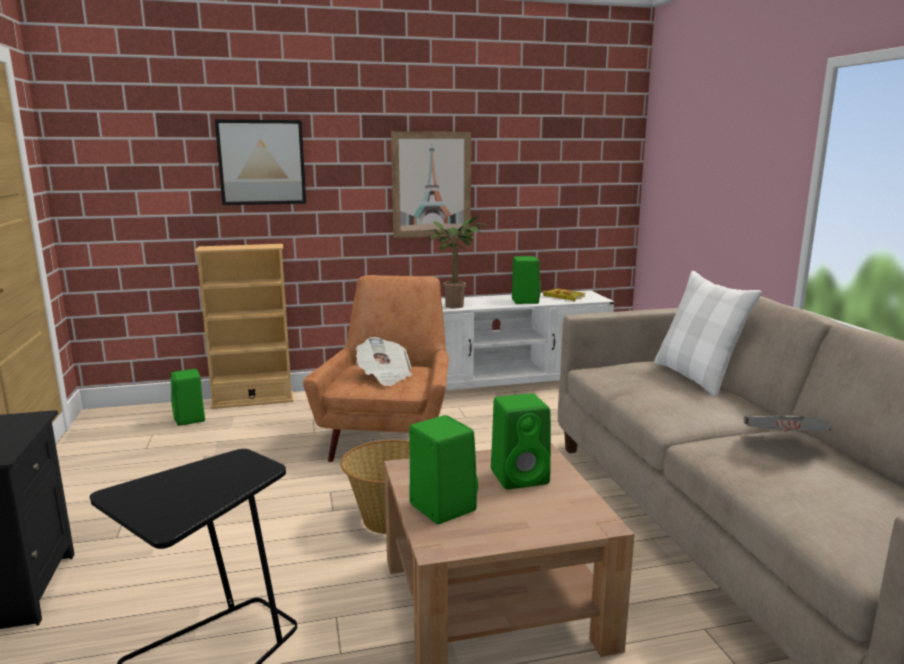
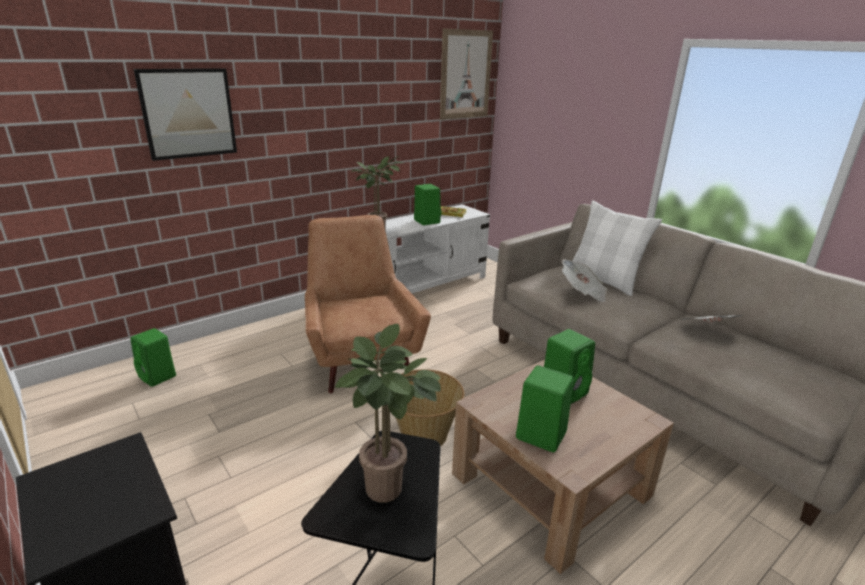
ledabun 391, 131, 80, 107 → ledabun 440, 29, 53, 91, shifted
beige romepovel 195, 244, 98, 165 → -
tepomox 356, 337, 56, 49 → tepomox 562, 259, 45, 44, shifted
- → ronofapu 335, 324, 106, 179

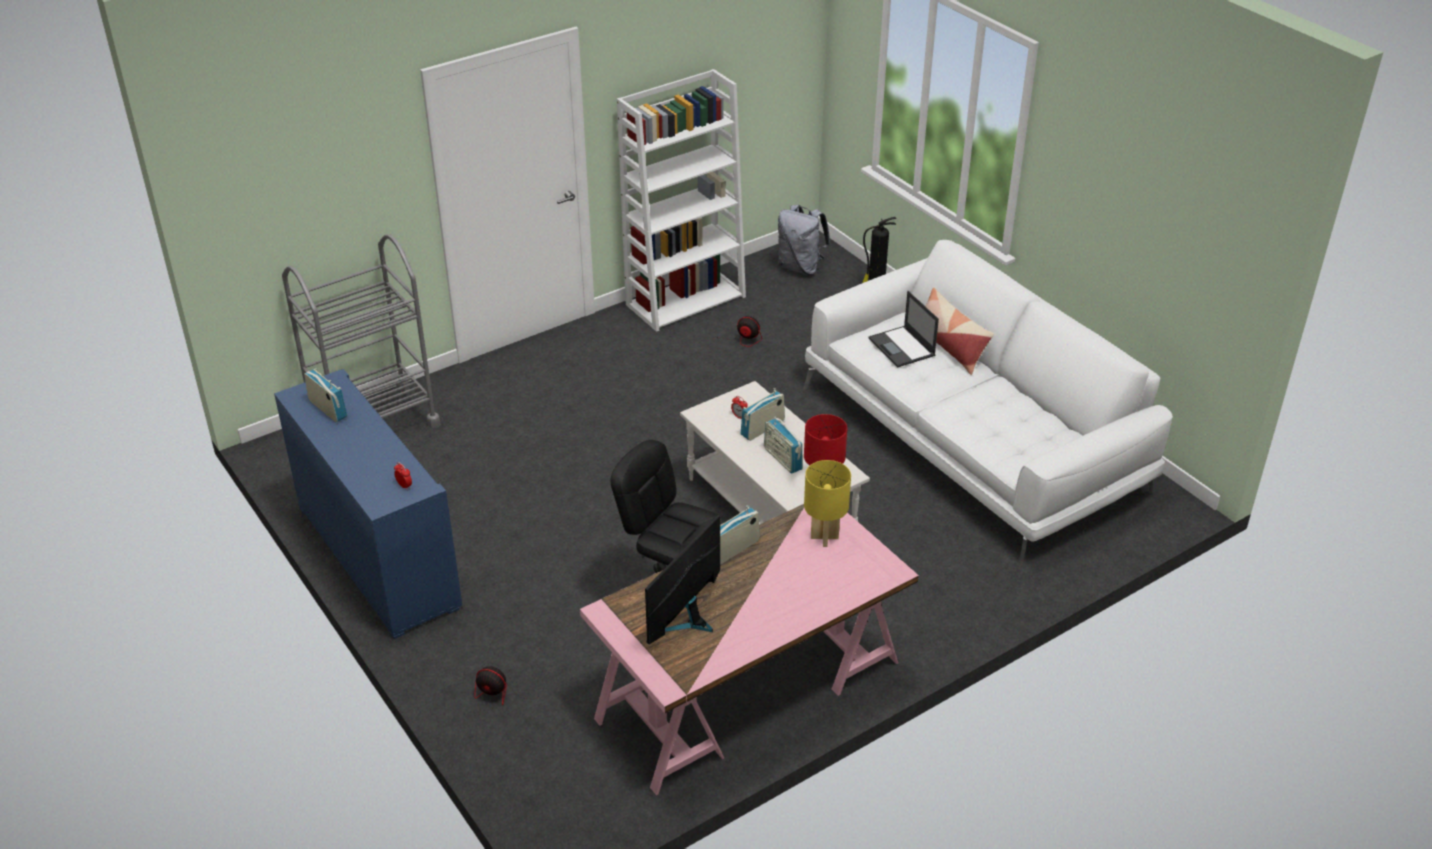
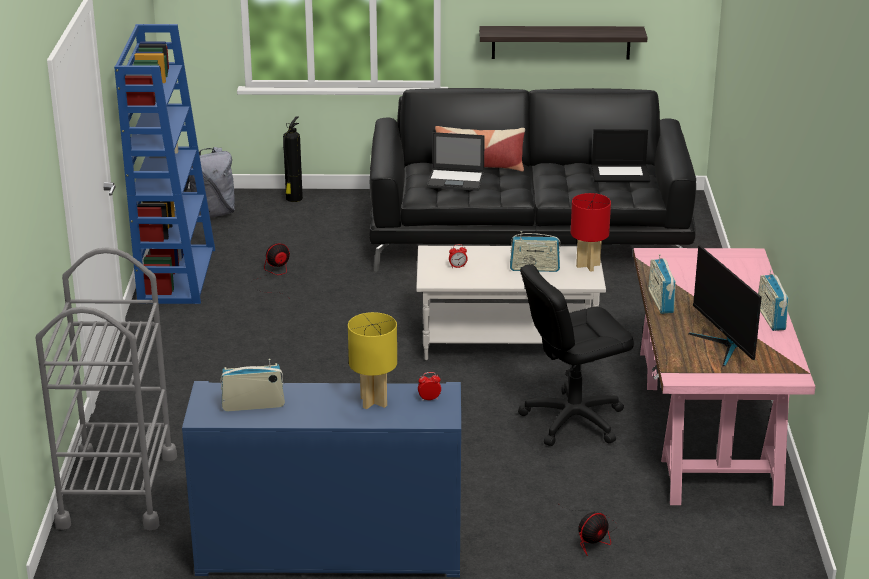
white romepovel 617, 69, 129, 263 → blue romepovel 114, 24, 101, 280
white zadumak 804, 240, 369, 323 → black zadumak 369, 88, 327, 184
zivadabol 741, 388, 44, 53 → zivadabol 758, 270, 31, 61, shifted
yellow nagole 804, 460, 47, 87 → yellow nagole 348, 312, 49, 97, shifted
- → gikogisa 479, 26, 168, 33
- → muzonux 592, 129, 58, 53

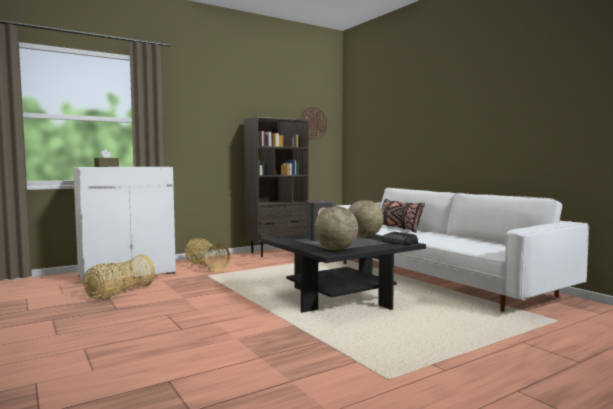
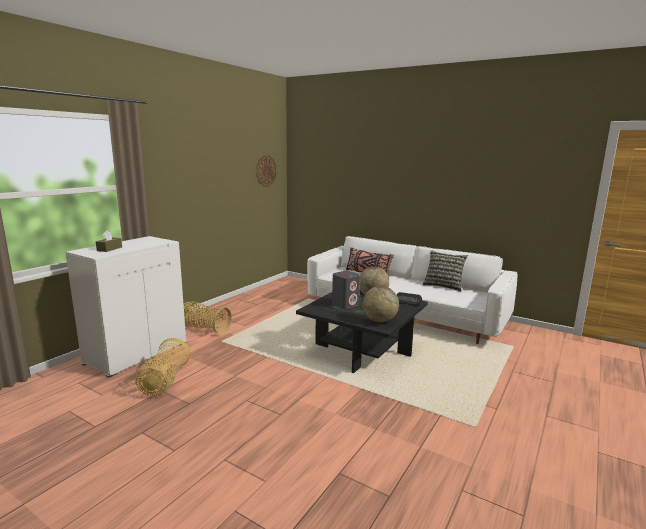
brown romepovel 244, 117, 64, 140 → -
- → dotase 423, 250, 45, 42

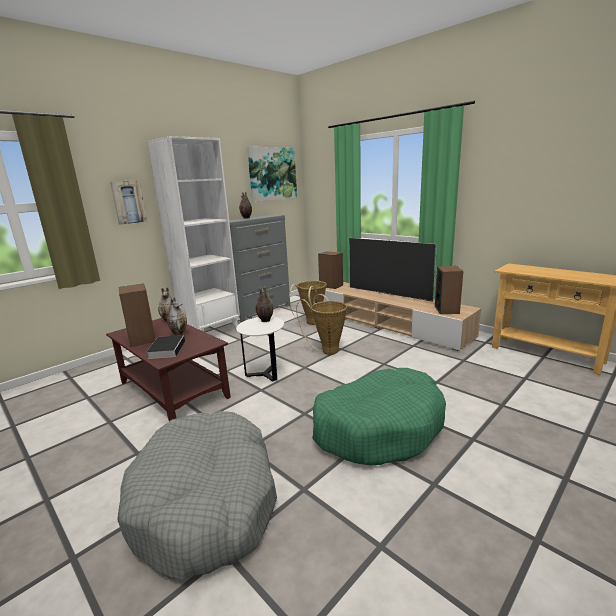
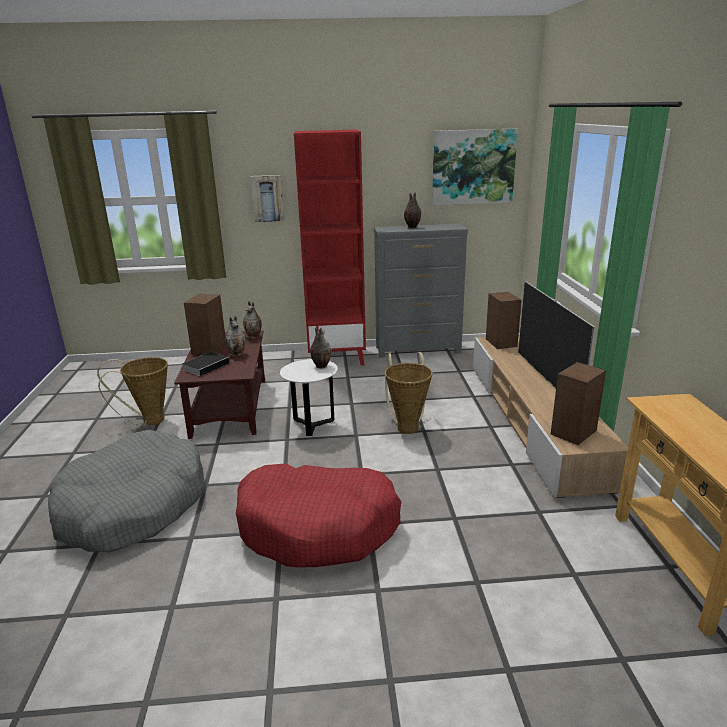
white romepovel 147, 136, 93, 196 → red romepovel 294, 129, 72, 237
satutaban 289, 281, 38, 44 → satutaban 97, 357, 71, 69, shifted
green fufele 312, 368, 134, 97 → red fufele 236, 464, 165, 103

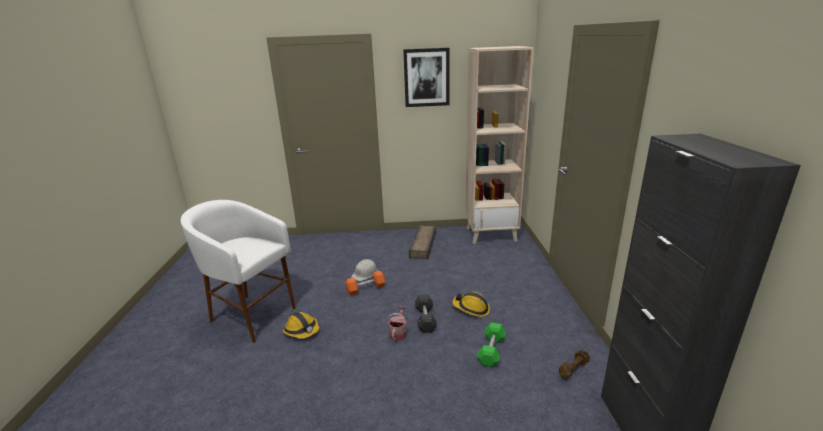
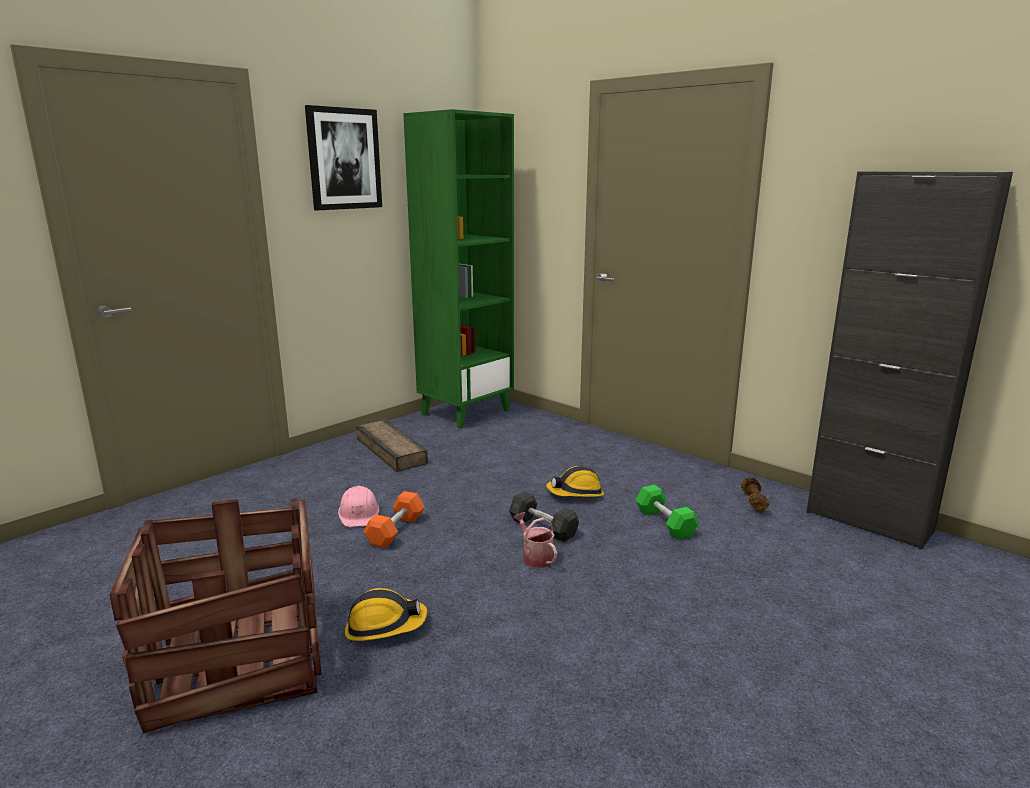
beige romepovel 466, 46, 68, 198 → green romepovel 403, 109, 111, 320
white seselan 181, 200, 114, 142 → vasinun 109, 498, 213, 236
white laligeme 351, 259, 27, 22 → pink laligeme 338, 486, 42, 41

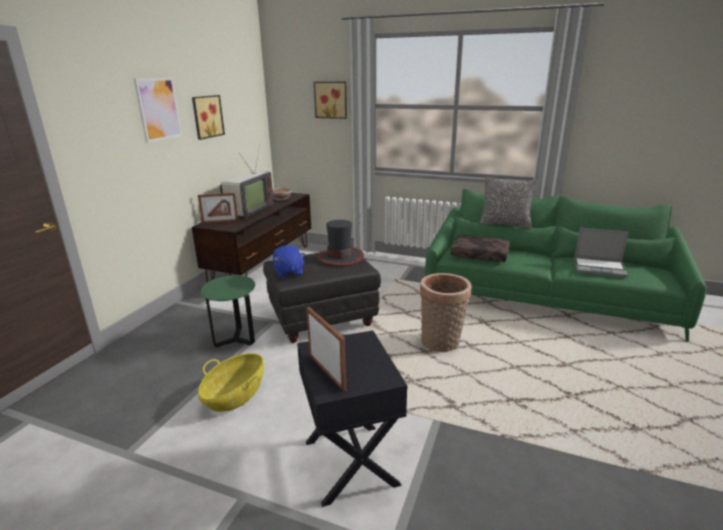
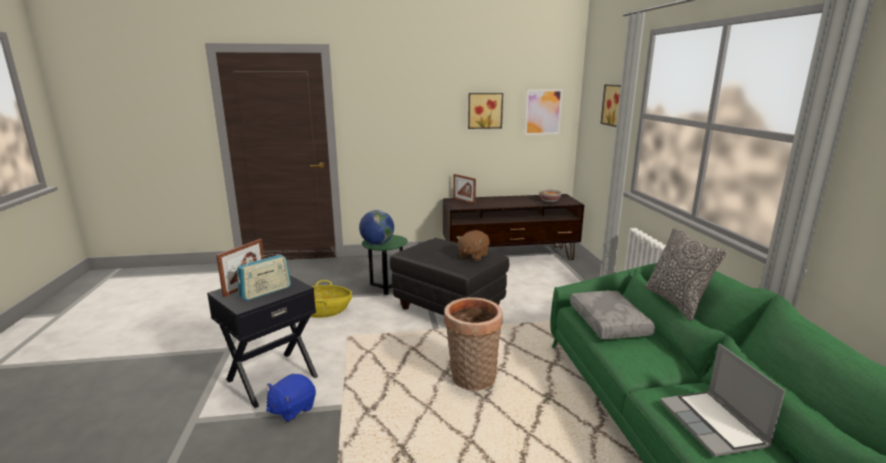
ledabun 134, 77, 48, 66 → ledabun 524, 89, 39, 46, shifted
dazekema 220, 145, 53, 74 → -
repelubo 316, 220, 48, 47 → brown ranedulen 456, 230, 34, 31
brown dotase 450, 235, 60, 27 → grey dotase 570, 290, 85, 49
blue ranedulen 273, 245, 32, 34 → blue ranedulen 266, 374, 50, 48, shifted
- → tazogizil 359, 210, 35, 35
- → zivadabol 237, 254, 54, 47

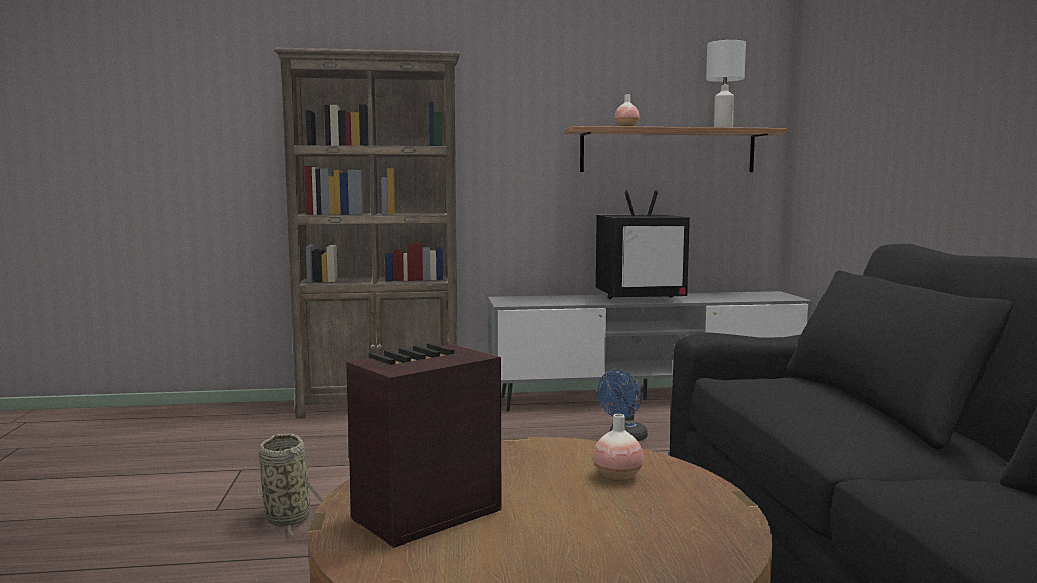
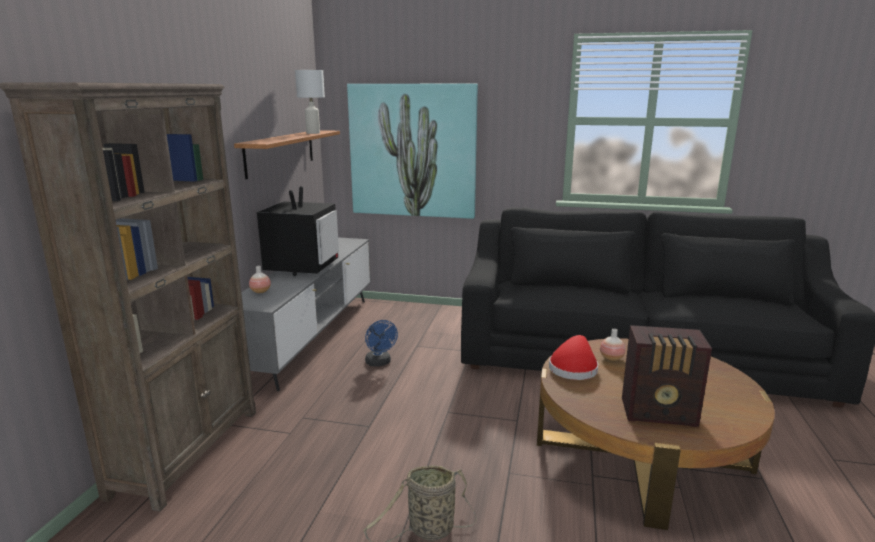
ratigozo 615, 95, 24, 32 → ratigozo 249, 266, 22, 27, shifted
zivadabol 346, 343, 155, 205 → zivadabol 622, 325, 90, 102, 60 degrees counterclockwise
- → ledabun 347, 84, 131, 135
- → red repelubo 549, 335, 49, 45

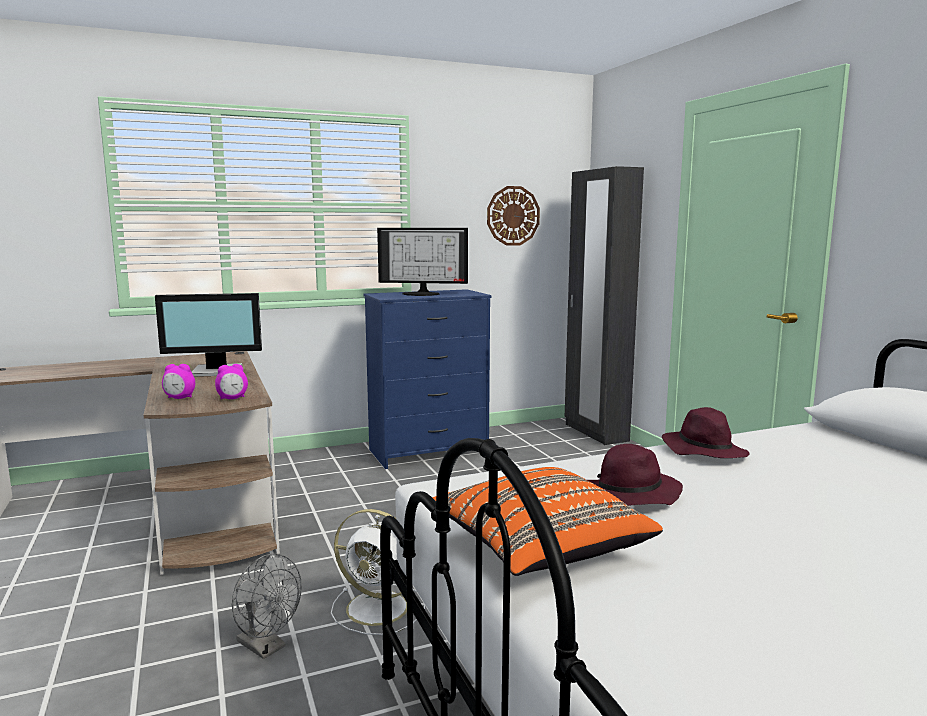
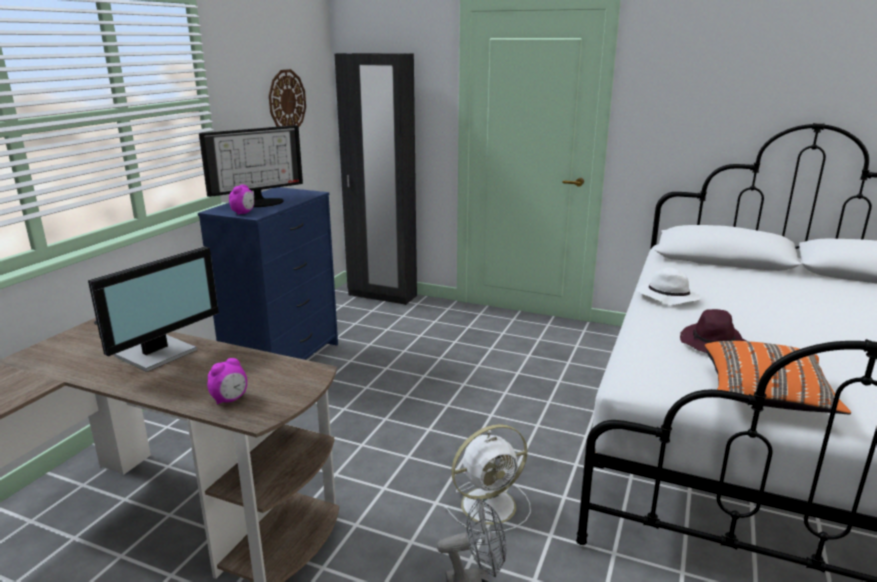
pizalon 215, 364, 33, 35 → pizalon 229, 184, 25, 31, shifted
purple repelubo 662, 407, 87, 51 → white repelubo 637, 268, 65, 37

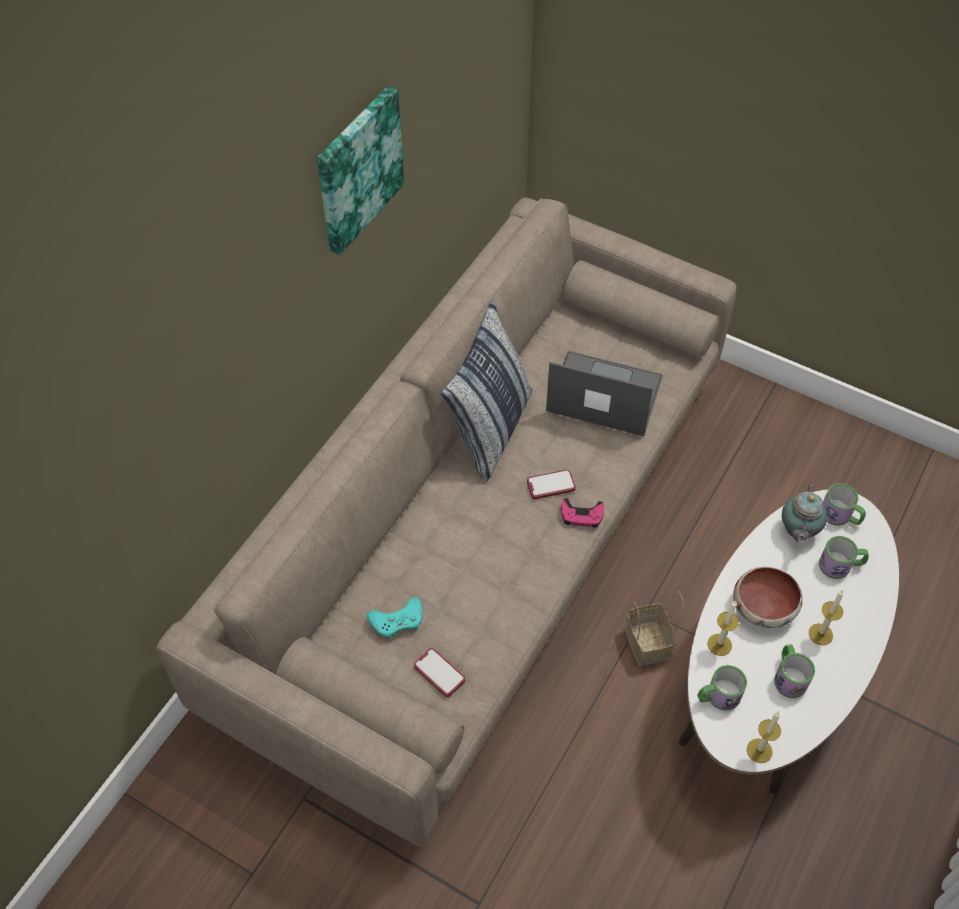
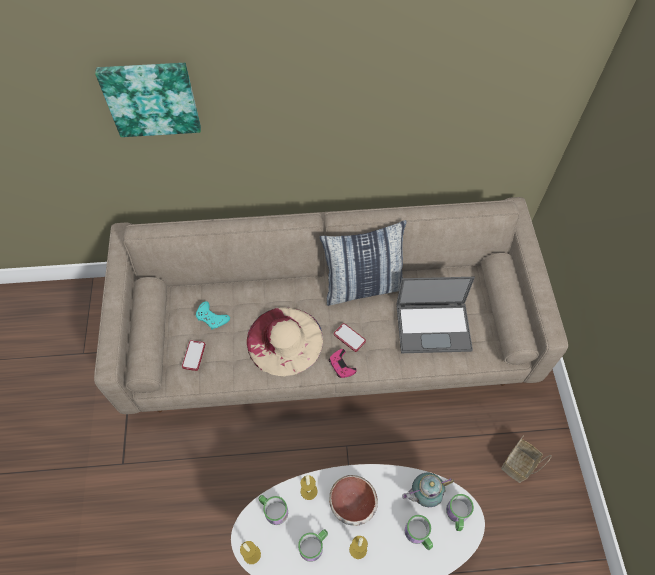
ledabun 317, 86, 87, 169 → ledabun 95, 63, 106, 74, shifted
muzonux 546, 351, 117, 85 → muzonux 396, 277, 79, 76, 105 degrees clockwise
satutaban 625, 591, 59, 75 → satutaban 501, 435, 51, 48, shifted
- → beige repelubo 247, 307, 76, 70

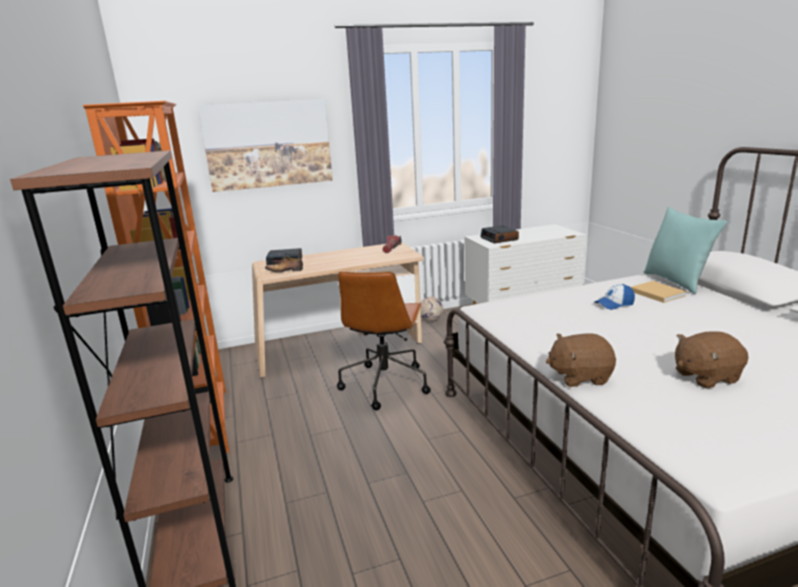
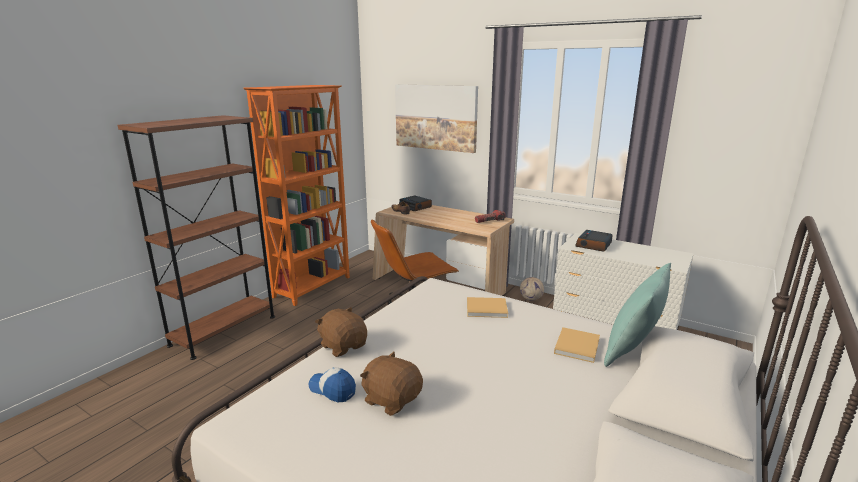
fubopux 595, 284, 40, 26 → fubopux 309, 367, 47, 35, shifted
- → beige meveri 467, 297, 41, 21

